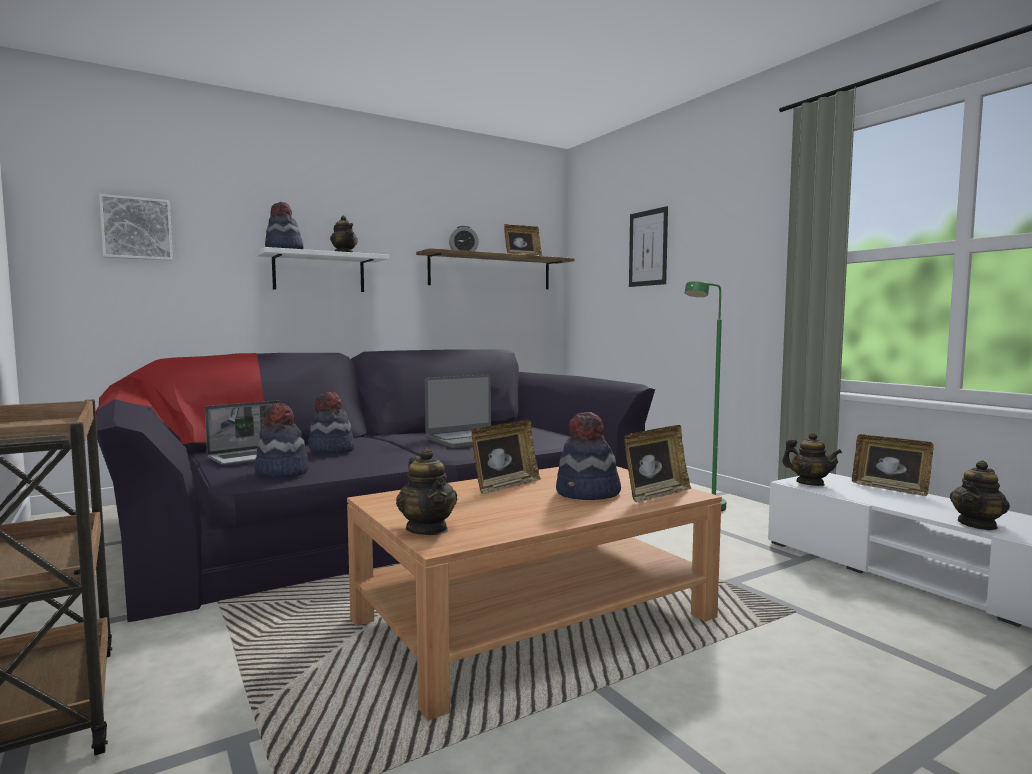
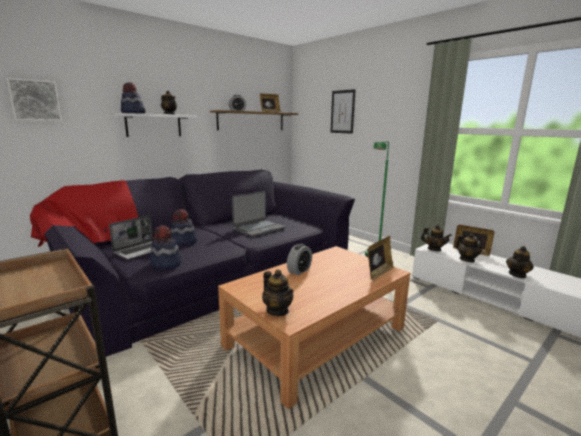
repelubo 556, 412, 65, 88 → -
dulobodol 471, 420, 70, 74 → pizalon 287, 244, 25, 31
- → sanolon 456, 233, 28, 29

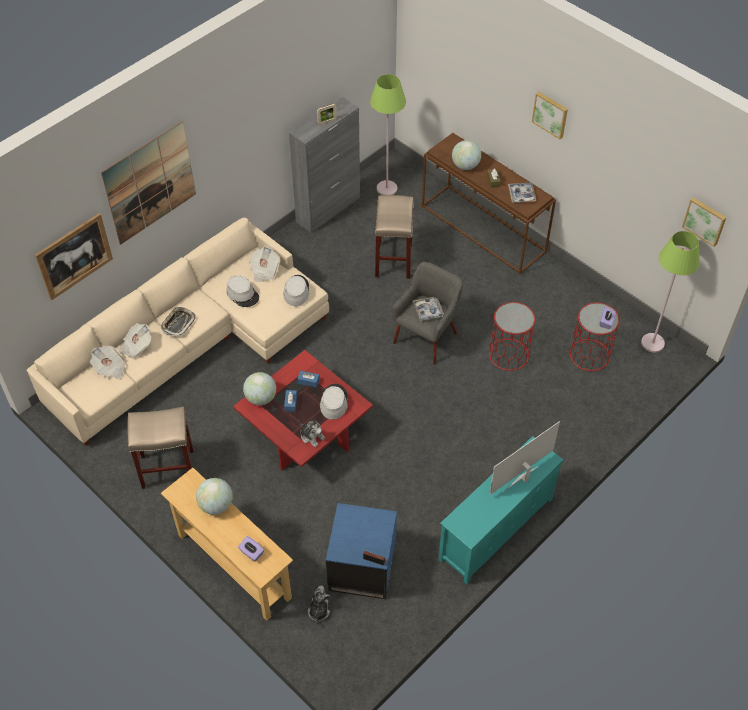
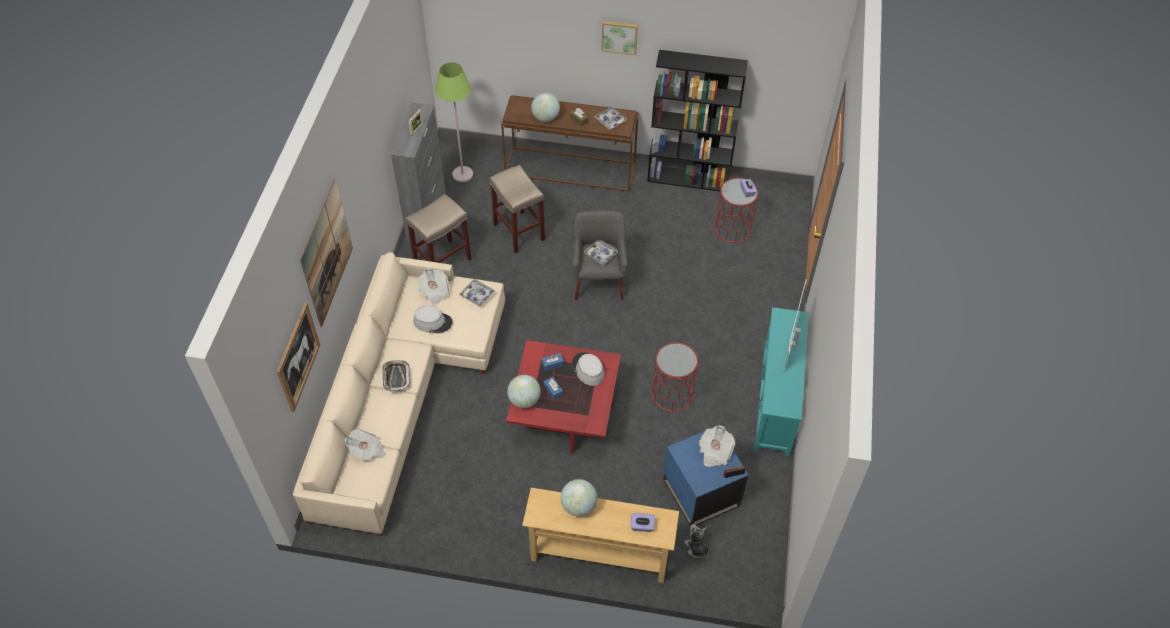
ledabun 682, 198, 44, 49 → -
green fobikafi 641, 231, 59, 122 → -
grey repelubo 283, 275, 26, 31 → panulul 459, 279, 36, 28
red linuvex 489, 302, 46, 69 → red linuvex 652, 343, 46, 69, shifted
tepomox 119, 323, 32, 36 → tepomox 699, 425, 36, 42, shifted
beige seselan 128, 407, 66, 82 → beige seselan 406, 194, 66, 69, shifted
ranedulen 298, 418, 27, 30 → -
- → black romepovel 647, 50, 101, 141

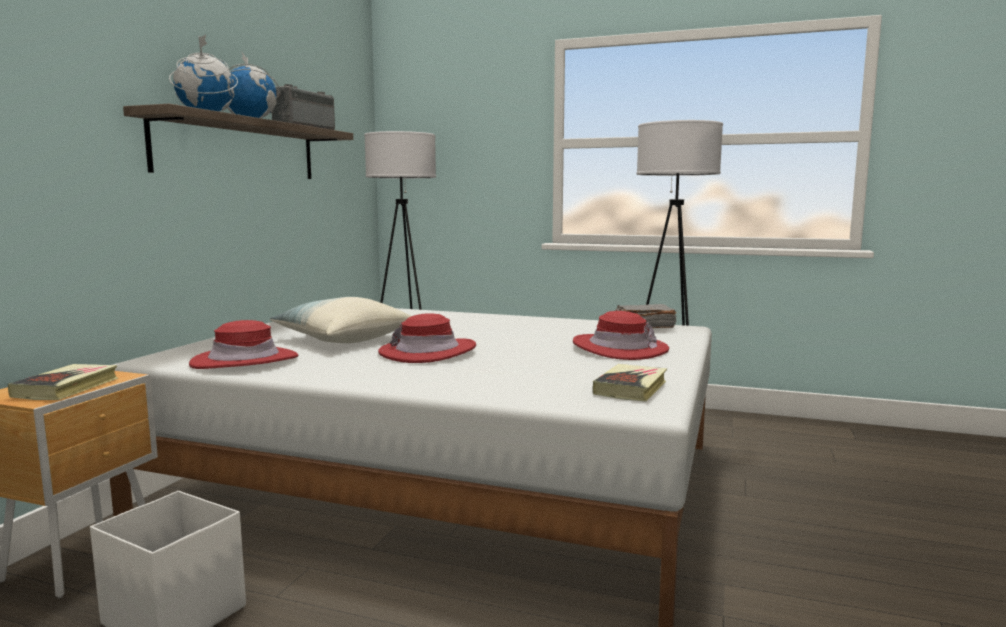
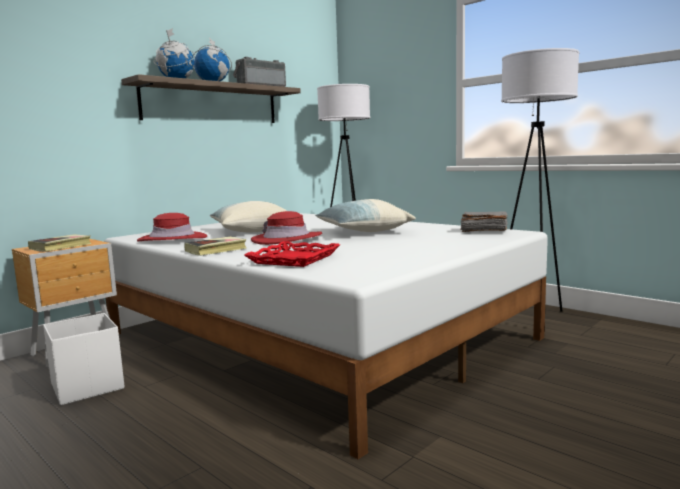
red repelubo 573, 311, 96, 49 → -
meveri 593, 364, 74, 38 → meveri 184, 237, 62, 19, shifted
- → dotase 315, 199, 101, 33
- → red panulul 244, 241, 96, 26

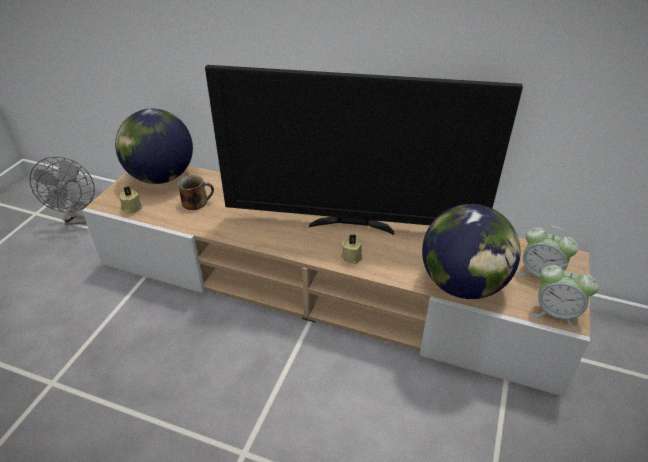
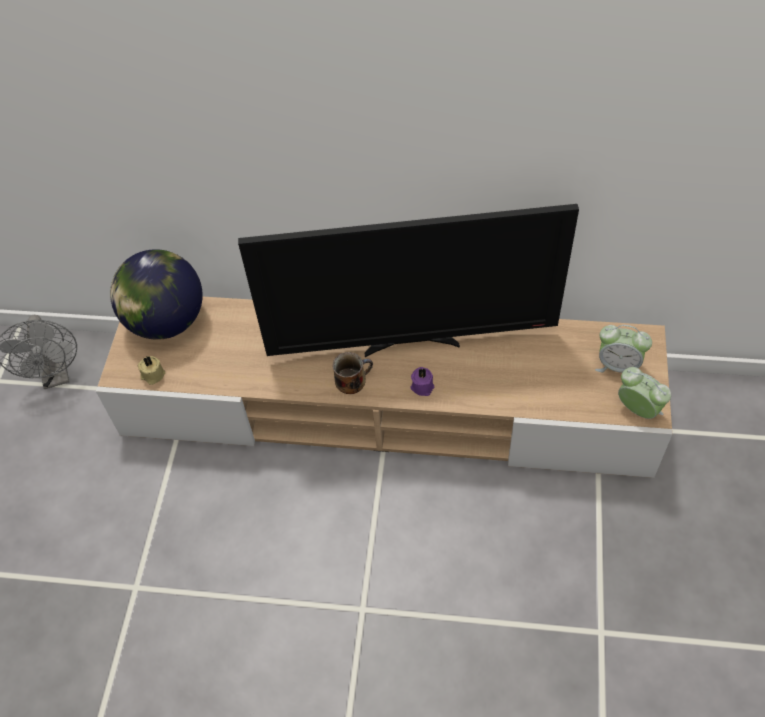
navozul 178, 175, 36, 35 → navozul 333, 352, 40, 42, shifted
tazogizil 422, 204, 99, 95 → -
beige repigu 341, 234, 22, 30 → purple repigu 411, 367, 23, 29
pizalon 532, 263, 67, 66 → pizalon 618, 367, 53, 52, 150 degrees counterclockwise

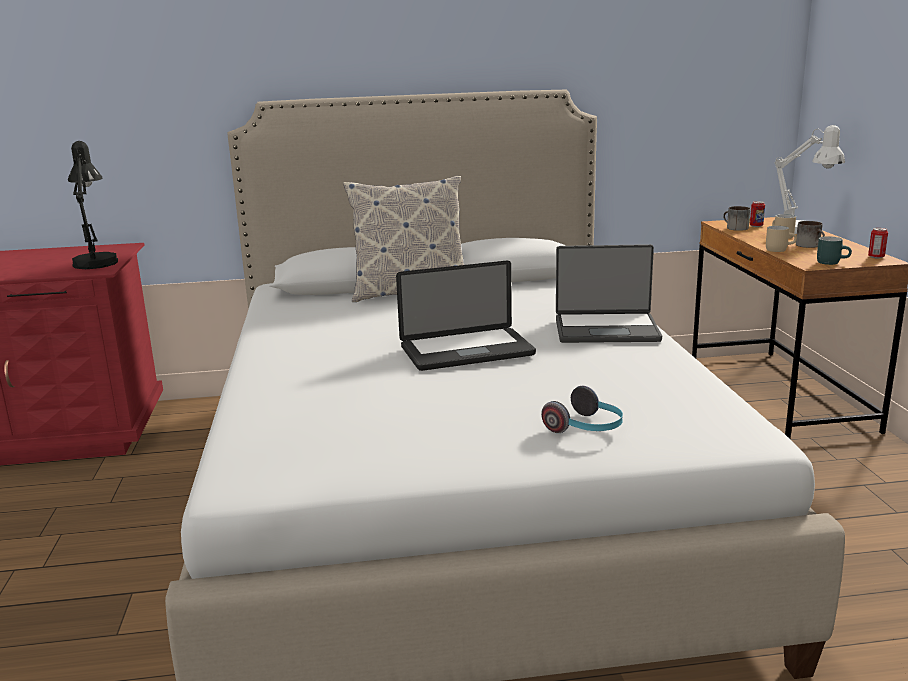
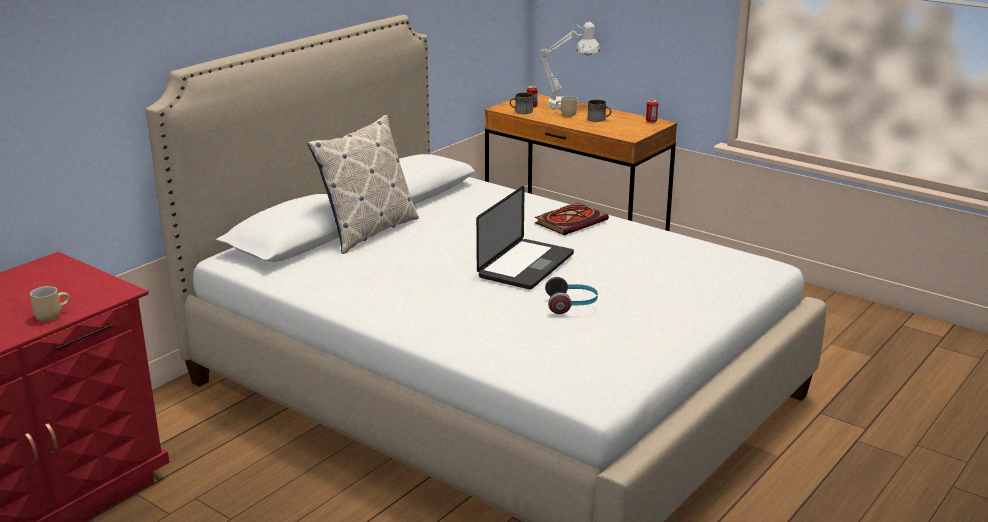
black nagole 68, 141, 50, 128 → -
beige navozul 766, 226, 31, 26 → beige navozul 30, 286, 40, 36, shifted
turquoise navozul 817, 236, 35, 29 → -
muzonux 556, 244, 106, 99 → meveri 535, 203, 74, 32
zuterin 541, 386, 82, 47 → zuterin 545, 277, 53, 37, shifted

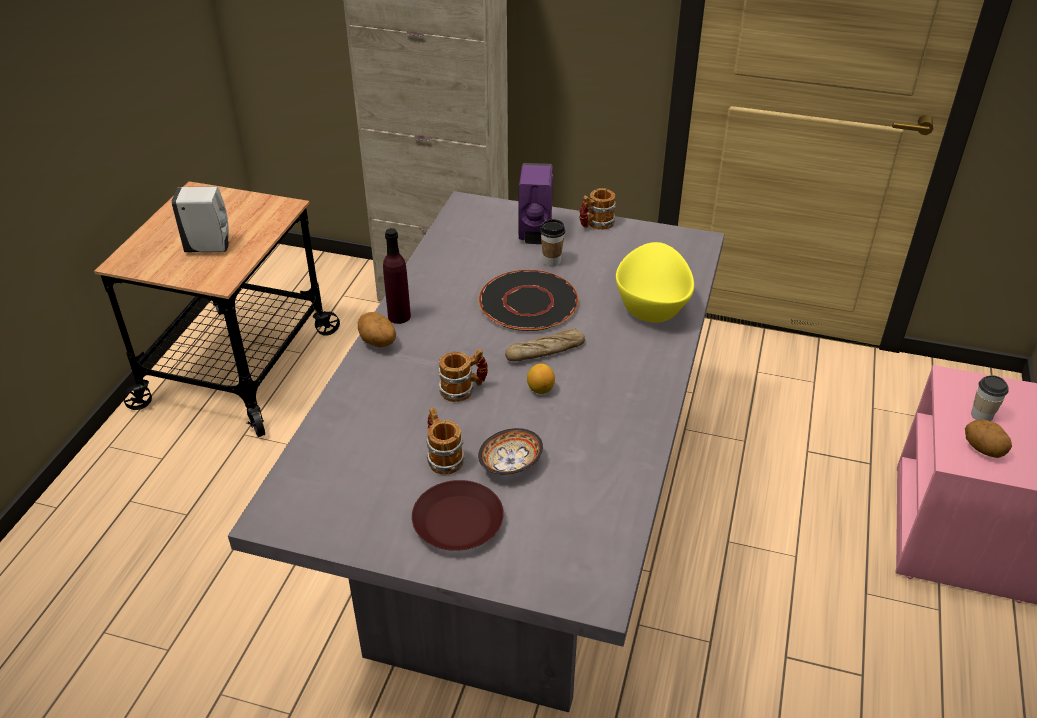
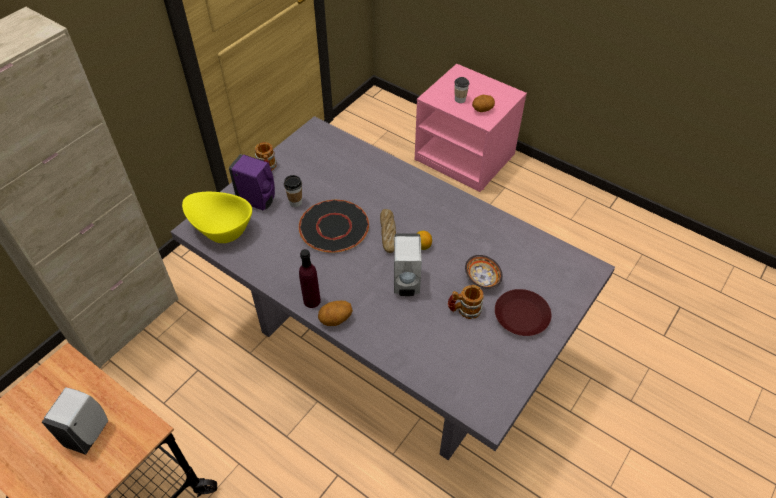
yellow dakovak 616, 242, 78, 81 → yellow dakovak 182, 192, 70, 51, shifted
navozul 438, 349, 50, 53 → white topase 394, 233, 28, 63

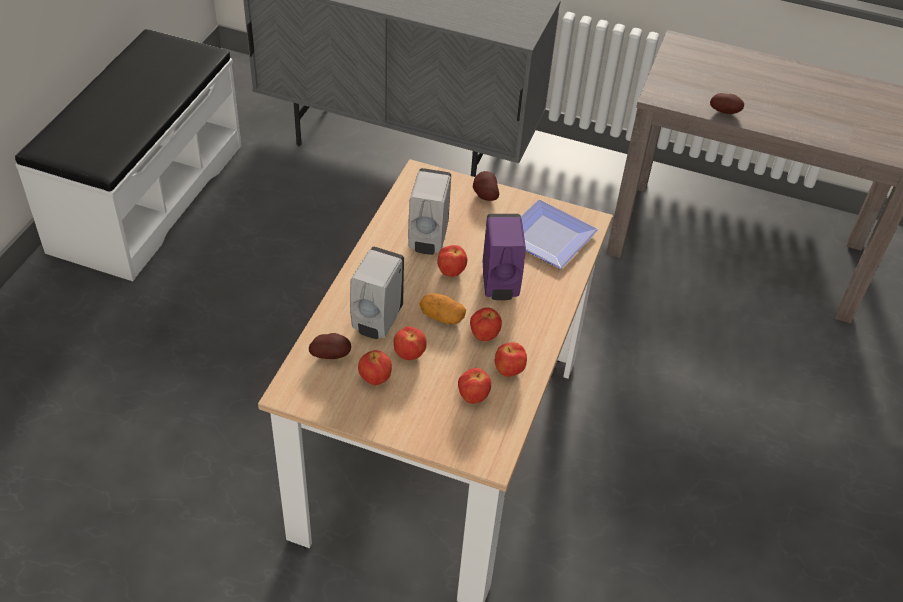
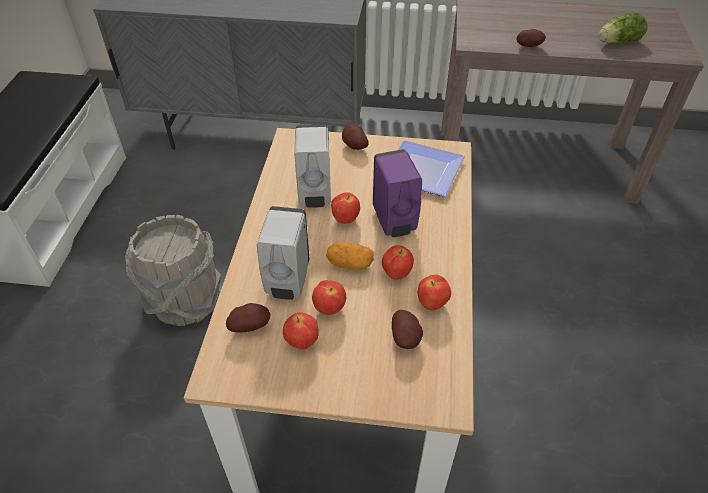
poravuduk 458, 368, 33, 36 → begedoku 392, 310, 31, 39
- → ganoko 598, 13, 50, 31
- → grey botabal 125, 215, 97, 111

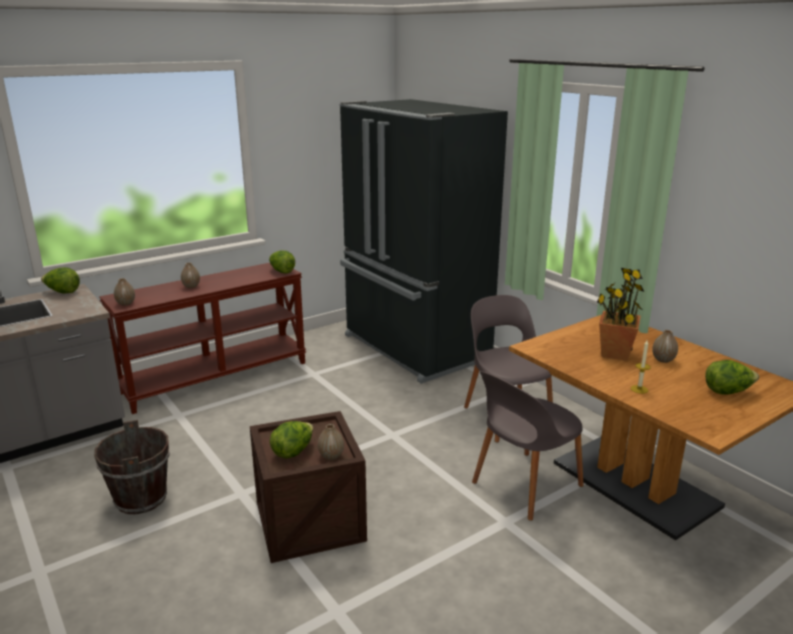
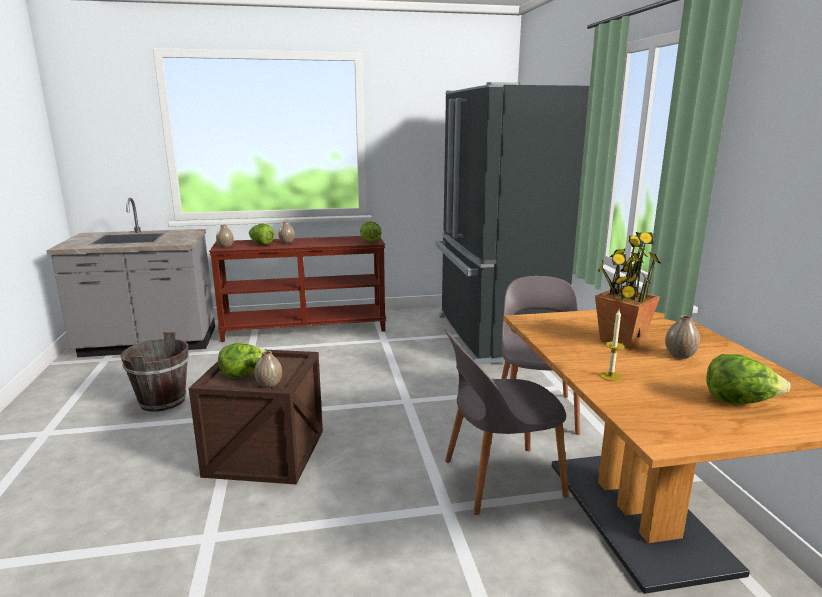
ganoko 41, 267, 39, 26 → ganoko 249, 224, 25, 21, shifted

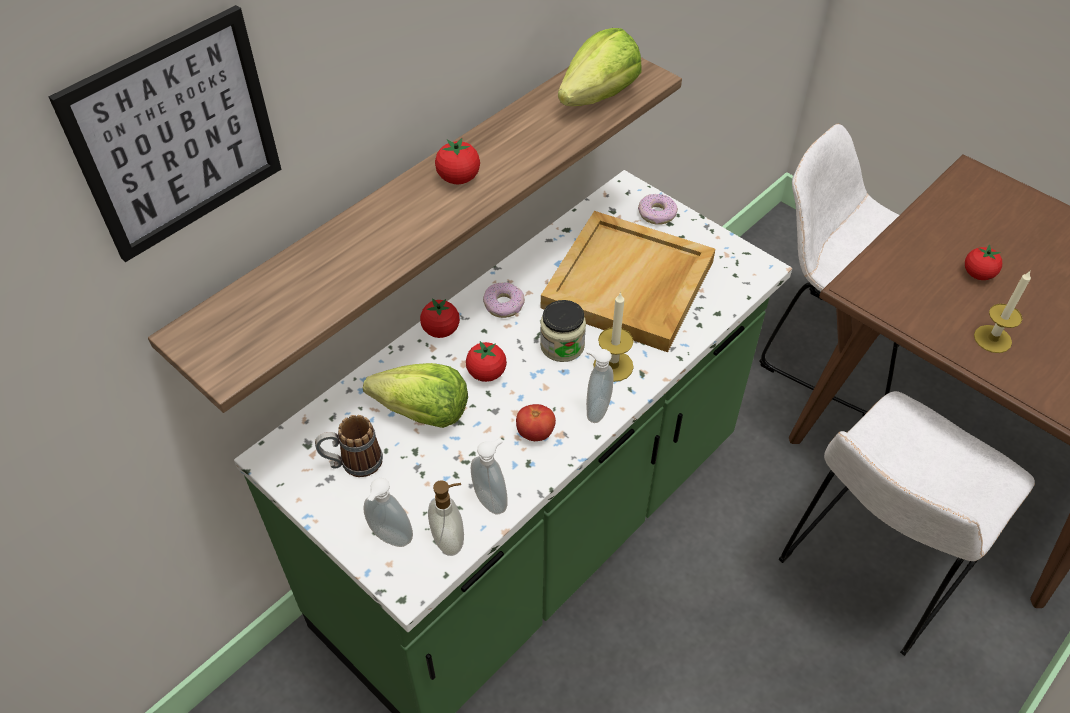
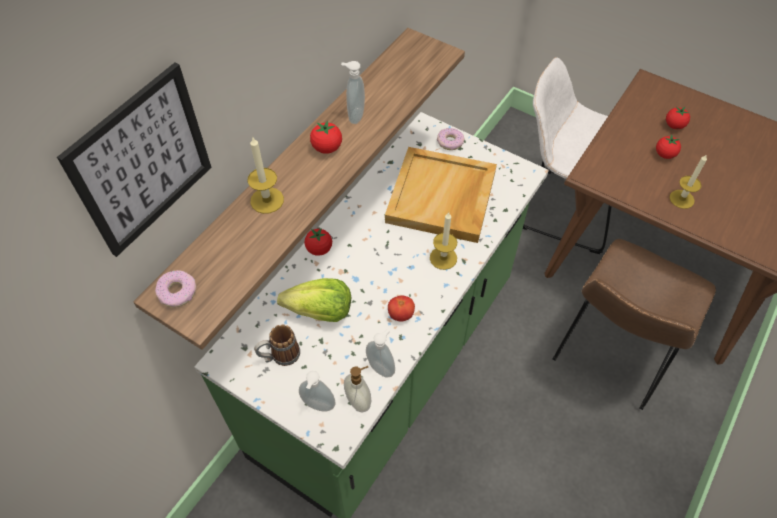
ganoko 558, 28, 84, 78 → -
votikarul 483, 282, 42, 36 → votikarul 155, 270, 41, 38, shifted
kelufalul 540, 300, 46, 62 → -
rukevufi 466, 341, 41, 41 → rukevufi 666, 107, 24, 22, shifted
topase 586, 349, 27, 74 → topase 341, 61, 24, 63, shifted
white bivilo 779, 391, 256, 265 → brown bivilo 553, 239, 163, 171
- → repigu 247, 136, 37, 78

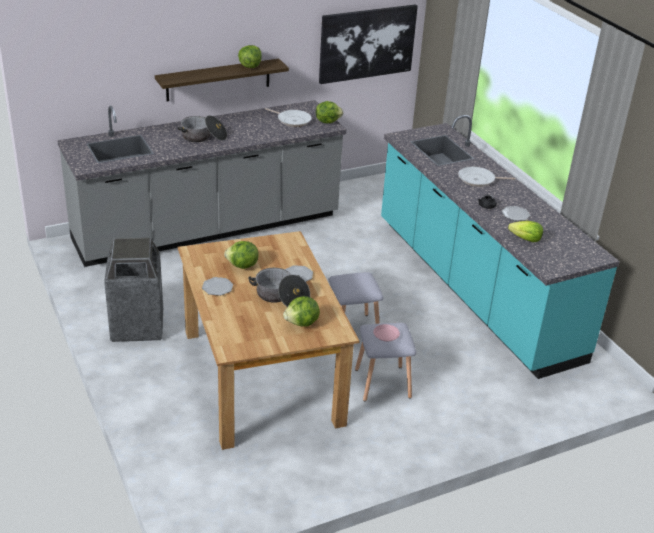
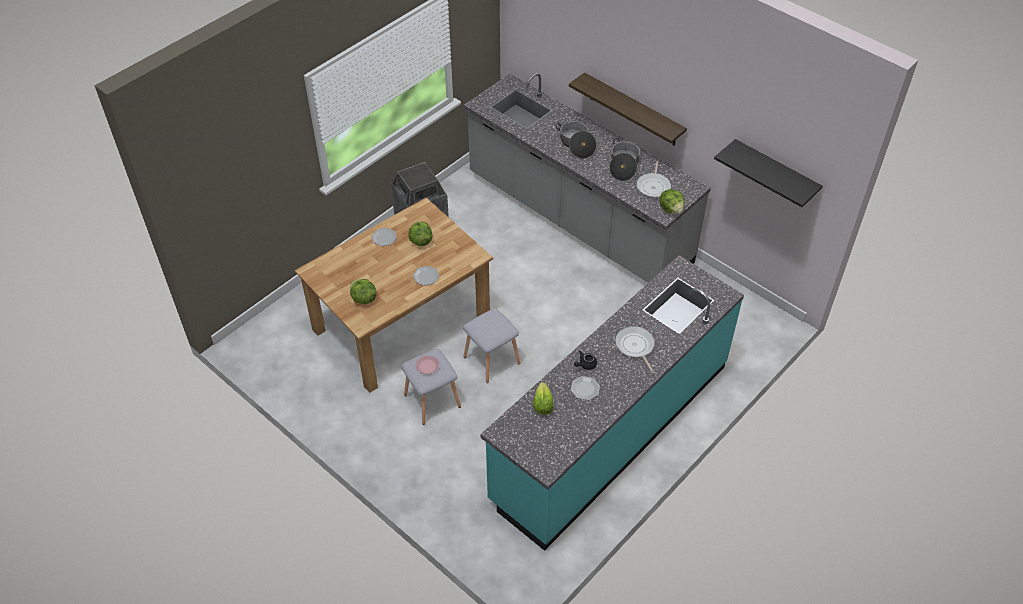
ledabun 319, 4, 99, 80 → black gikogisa 714, 139, 109, 68
ganoko 238, 45, 24, 23 → -
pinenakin 248, 268, 62, 39 → pinenakin 609, 138, 31, 43, shifted

